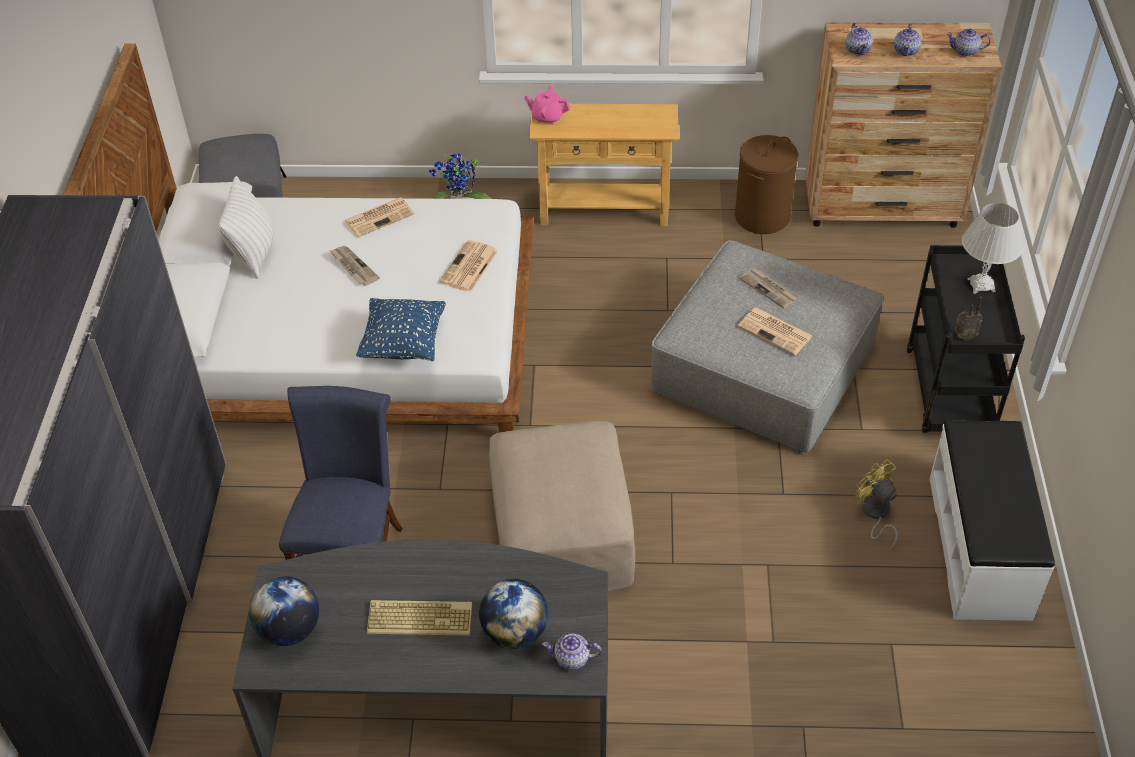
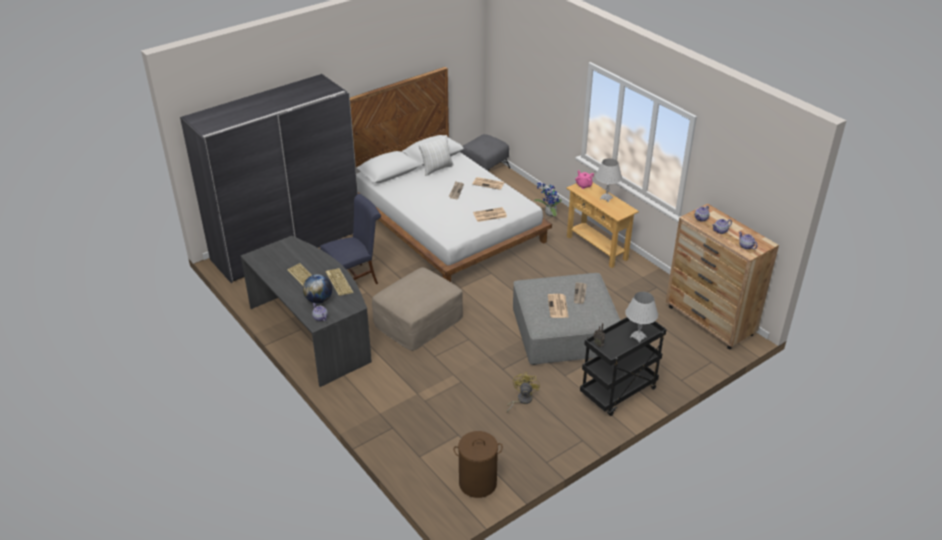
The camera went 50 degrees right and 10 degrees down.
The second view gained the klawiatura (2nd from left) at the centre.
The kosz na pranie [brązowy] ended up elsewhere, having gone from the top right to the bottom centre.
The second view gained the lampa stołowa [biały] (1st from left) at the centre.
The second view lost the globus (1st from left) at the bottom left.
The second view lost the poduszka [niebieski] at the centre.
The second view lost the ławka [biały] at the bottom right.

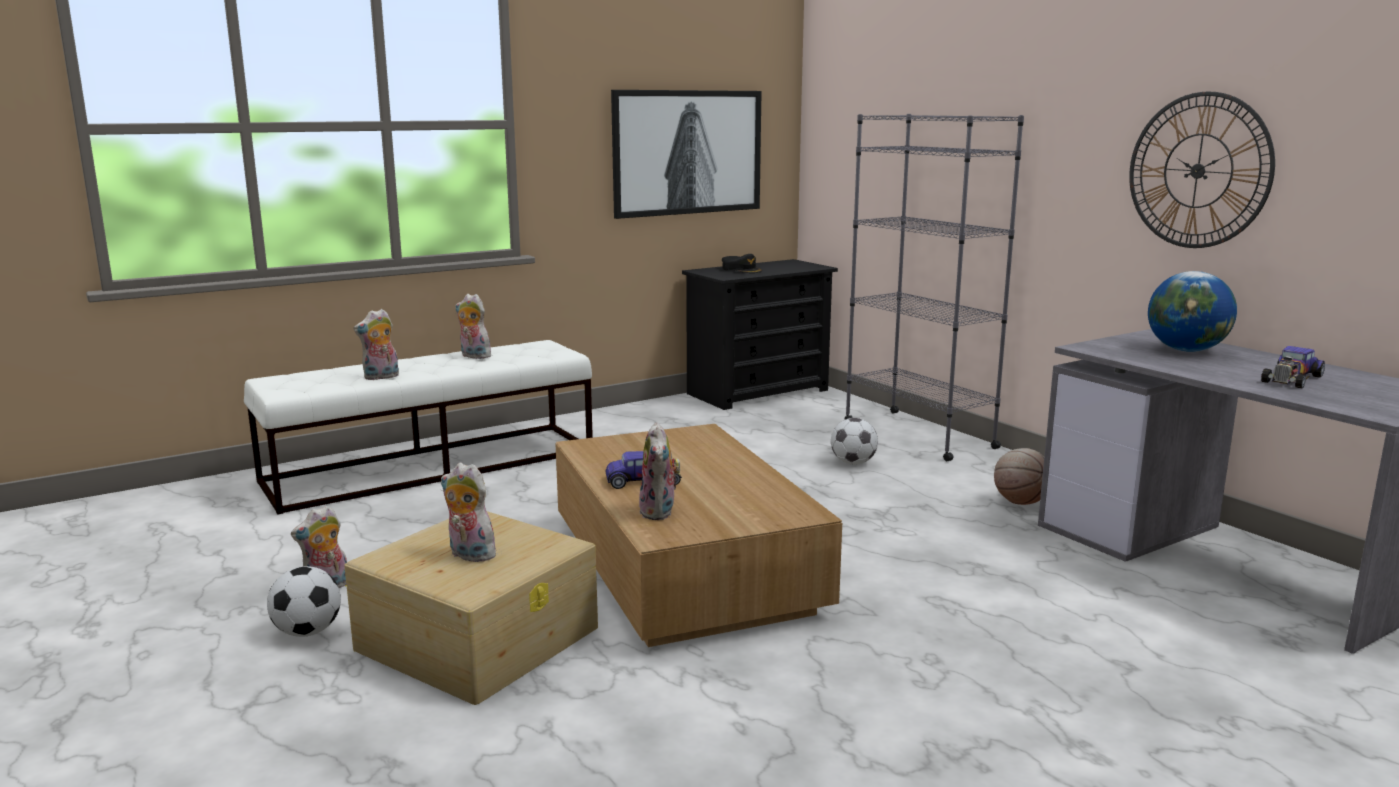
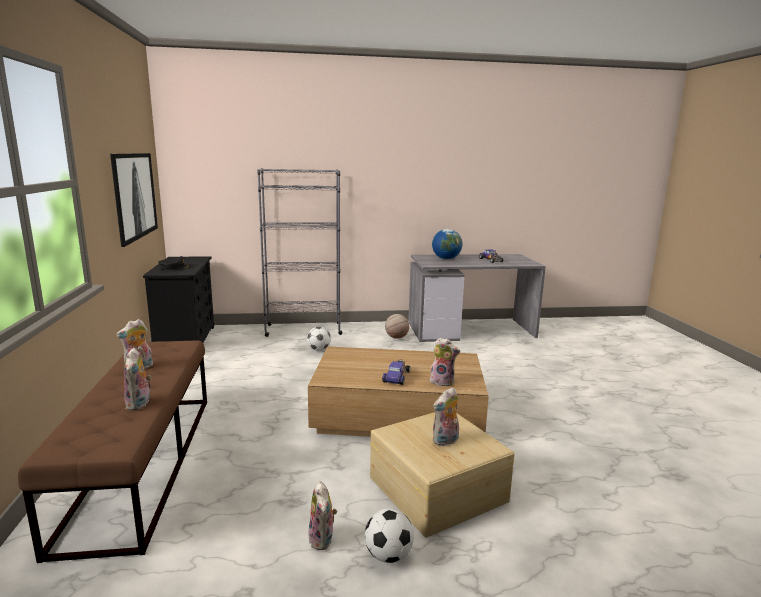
The camera went 65 degrees left and 0 degrees up.
What was the ławka [biały] at the middle left turned into the ławka [brązowy] at the bottom left.
The second view lost the zegar ścienny at the top right.

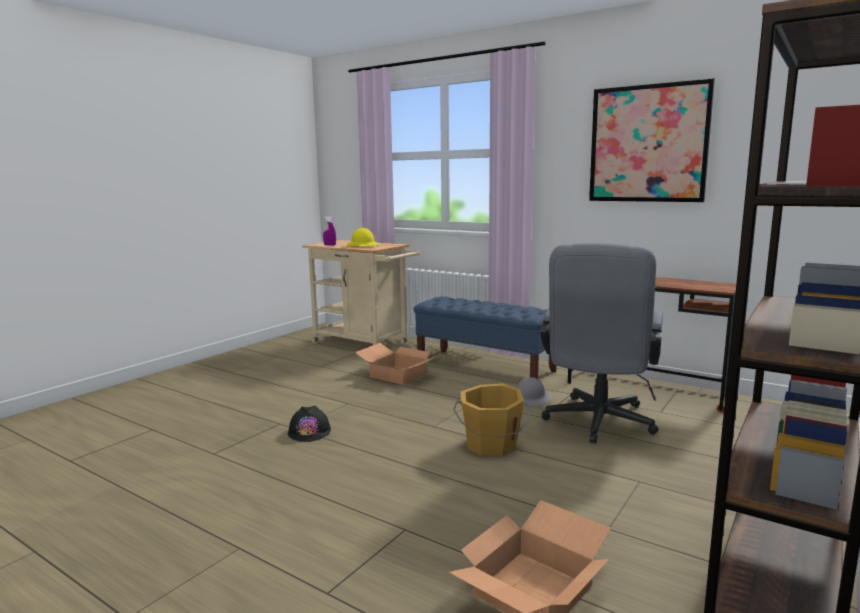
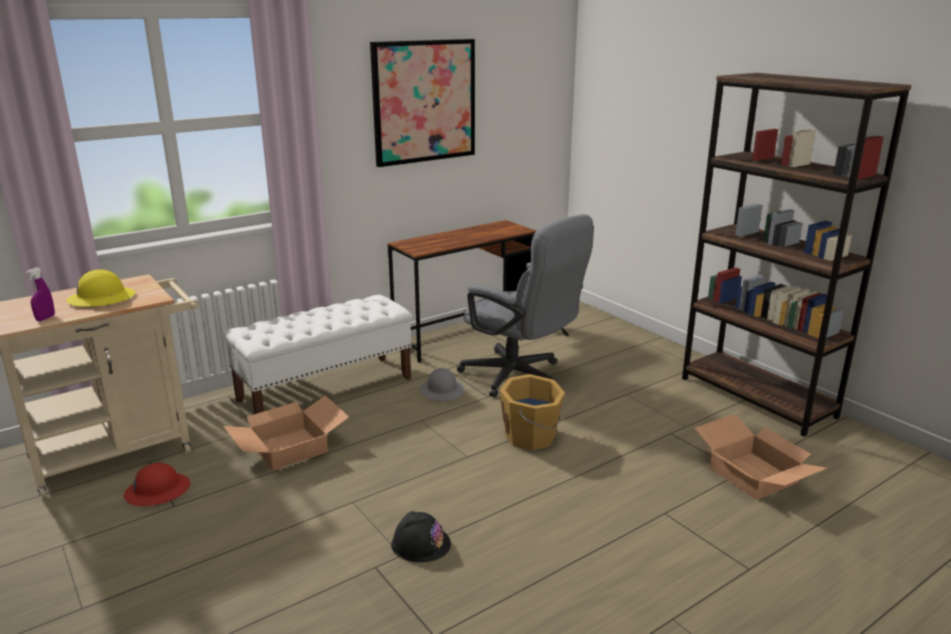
The camera went 70 degrees left and 10 degrees up.
The second view gained the kask [czerwony] at the bottom left.
What was the ławka [niebieski] at the centre turned into the ławka [biały] at the centre.

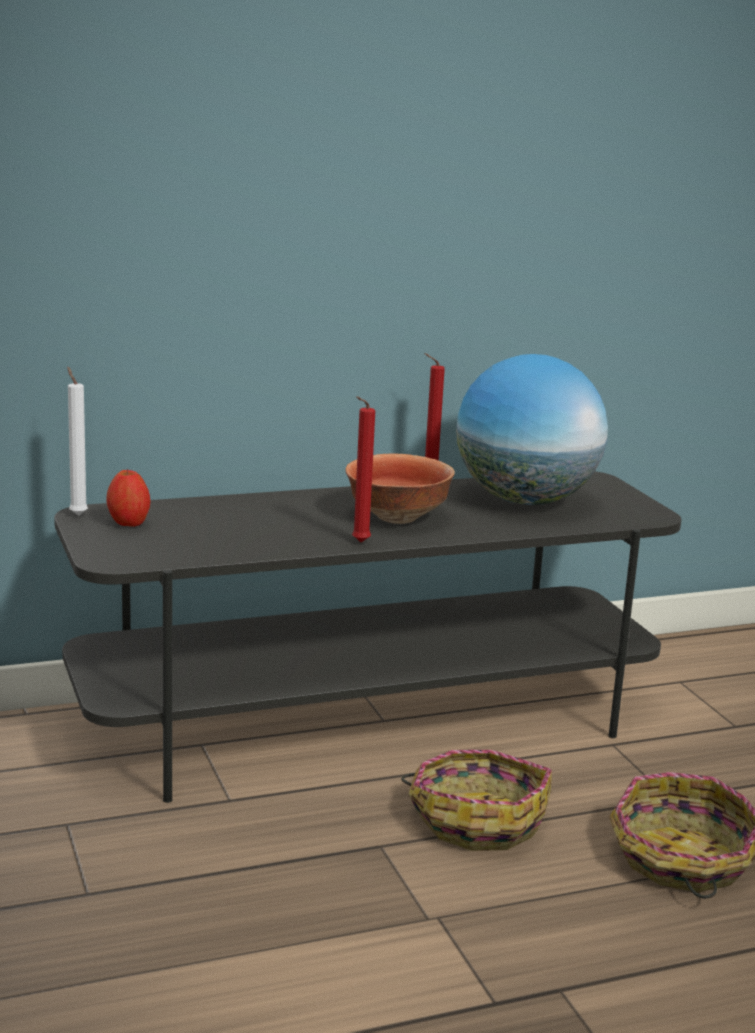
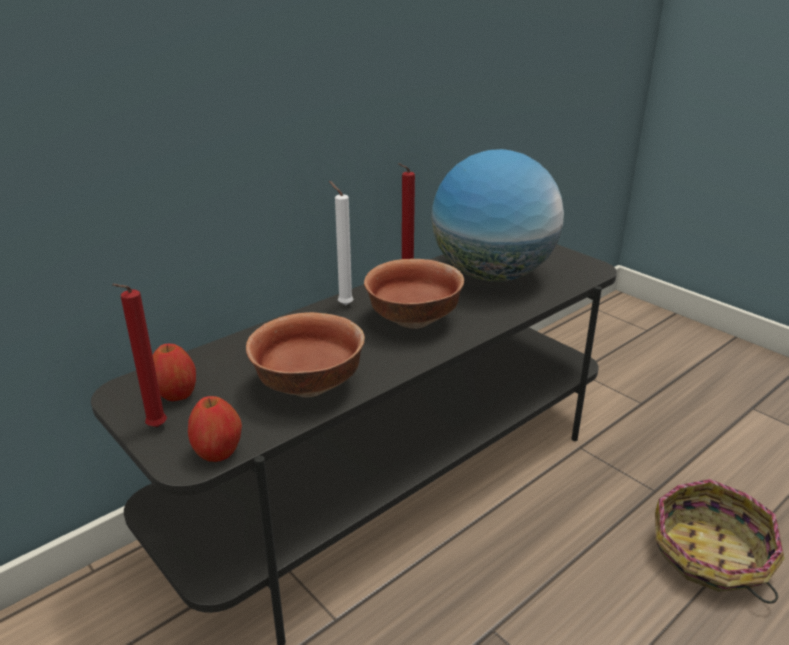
The camera went 20 degrees left and 10 degrees up.
The świeca [czerwony] (1st from left) ended up elsewhere, having gone from the centre to the middle left.
The second view gained the jabłko (2nd from left) at the middle left.
The second view gained the miska (1st from left) at the centre.
The świeca [biały] ended up elsewhere, having gone from the middle left to the centre.
The second view lost the koszyk (1st from left) at the bottom centre.

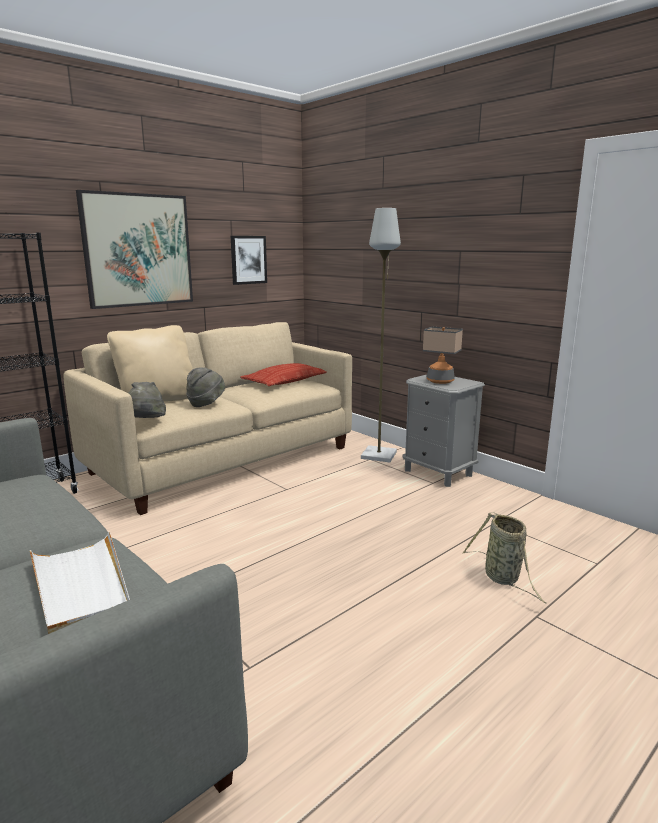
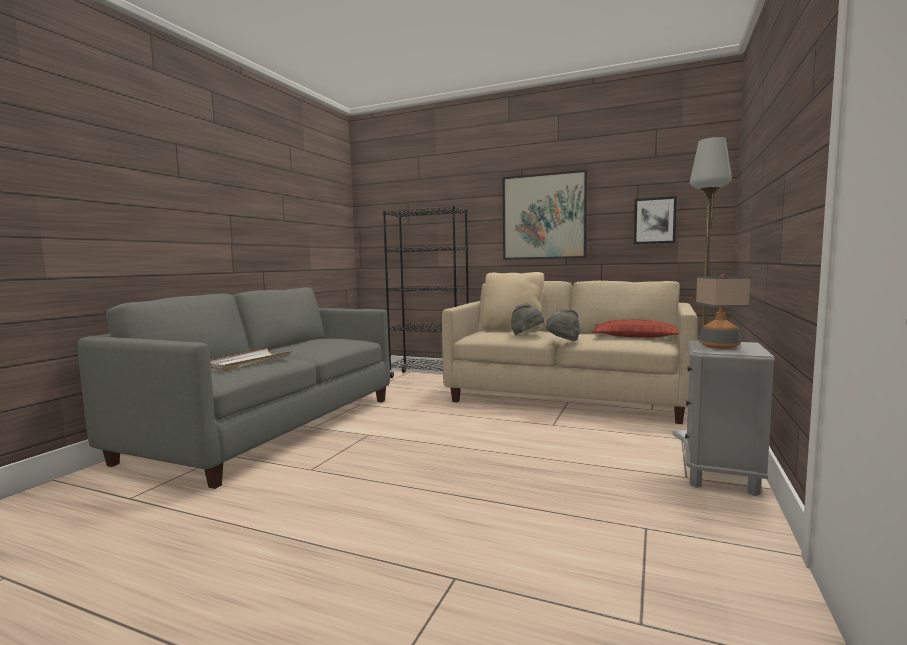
The camera went 65 degrees right and 10 degrees down.
The kapelusz [szary] (1st from left in the first image) ended up elsewhere, having gone from the middle left to the centre.
The second view lost the koszyk at the bottom right.

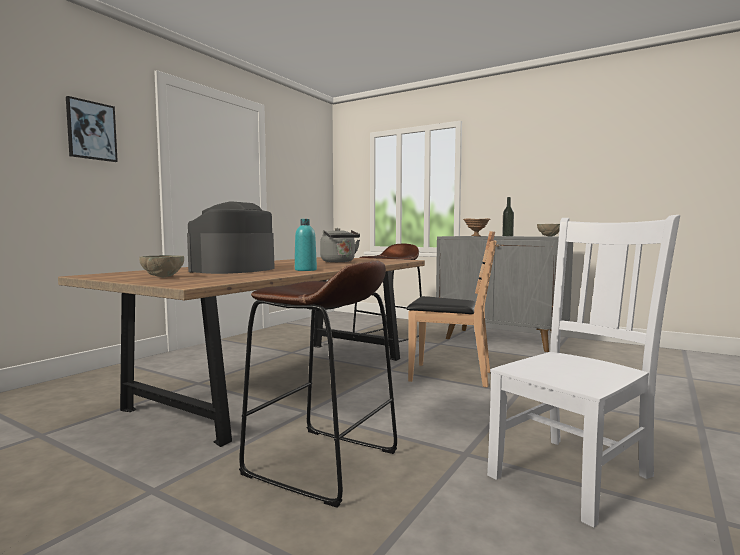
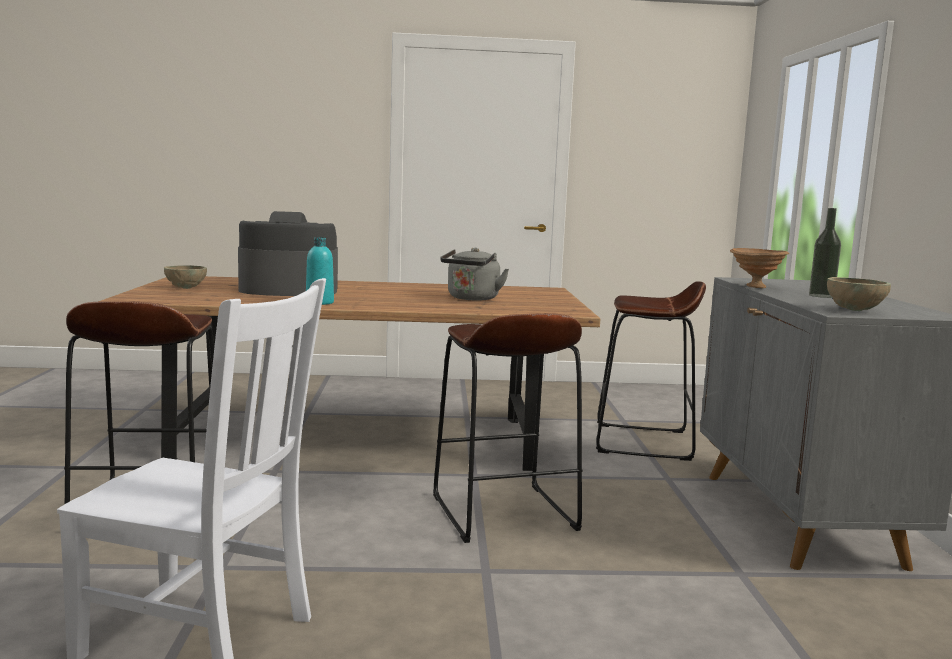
The camera went 55 degrees right and 5 degrees up.
Where the krzesło [brązowy] stood at the centre, the stołek [brązowy] (2nd from left) came to stand at the centre.
The second view lost the obraz at the top left.

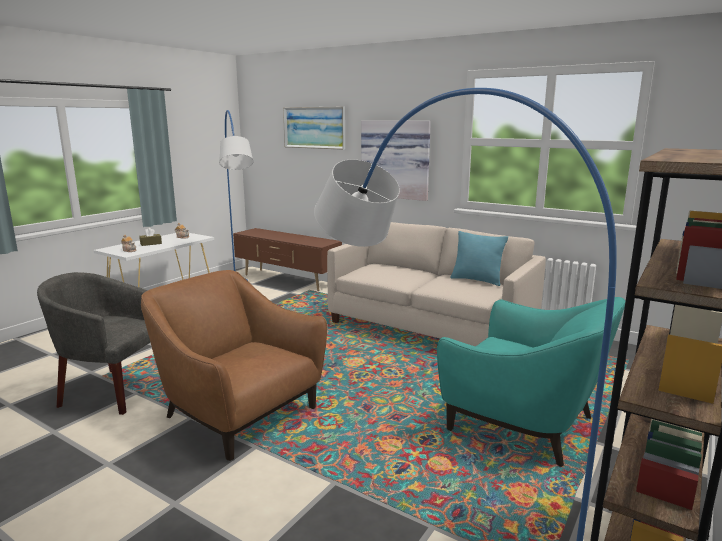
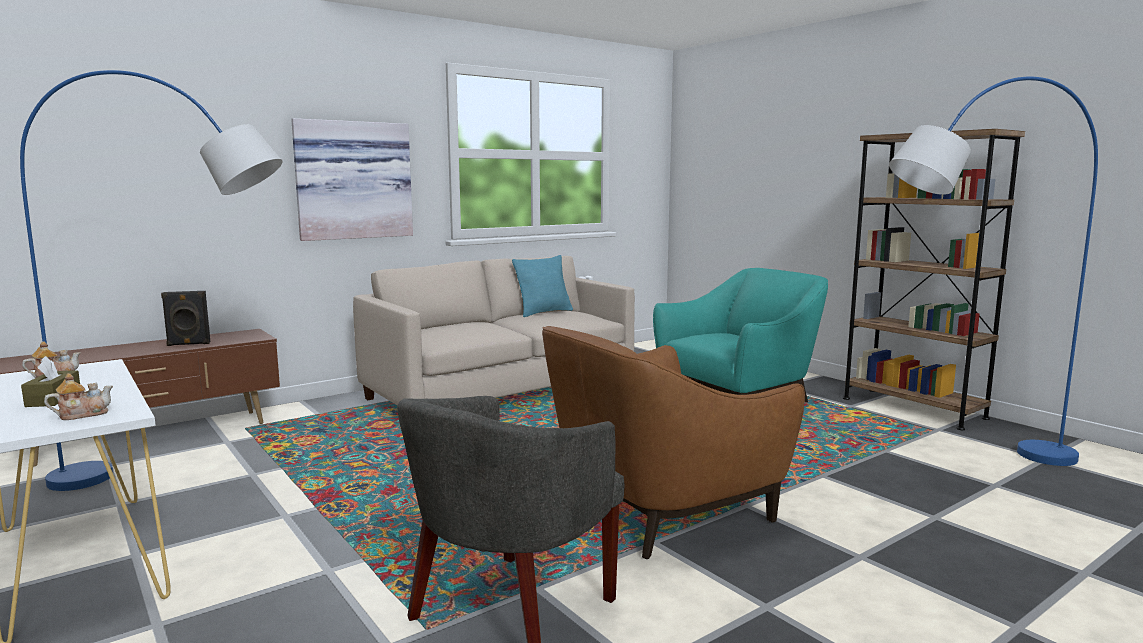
The camera went 70 degrees left and 5 degrees down.
The second view gained the głośnik [czarny] at the middle left.
The second view lost the obraz (1st from left) at the top centre.

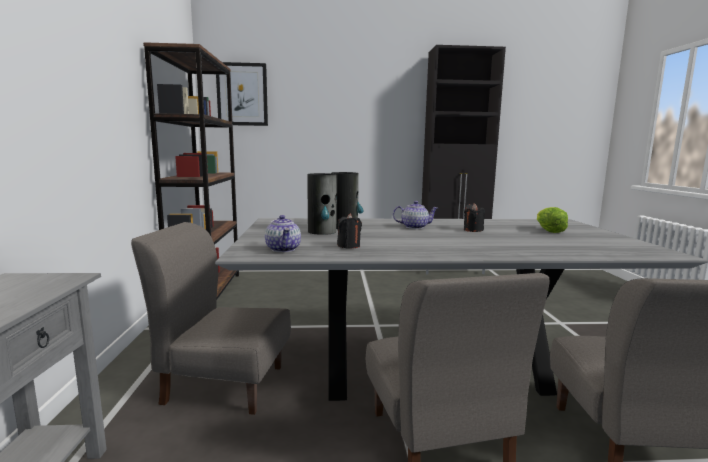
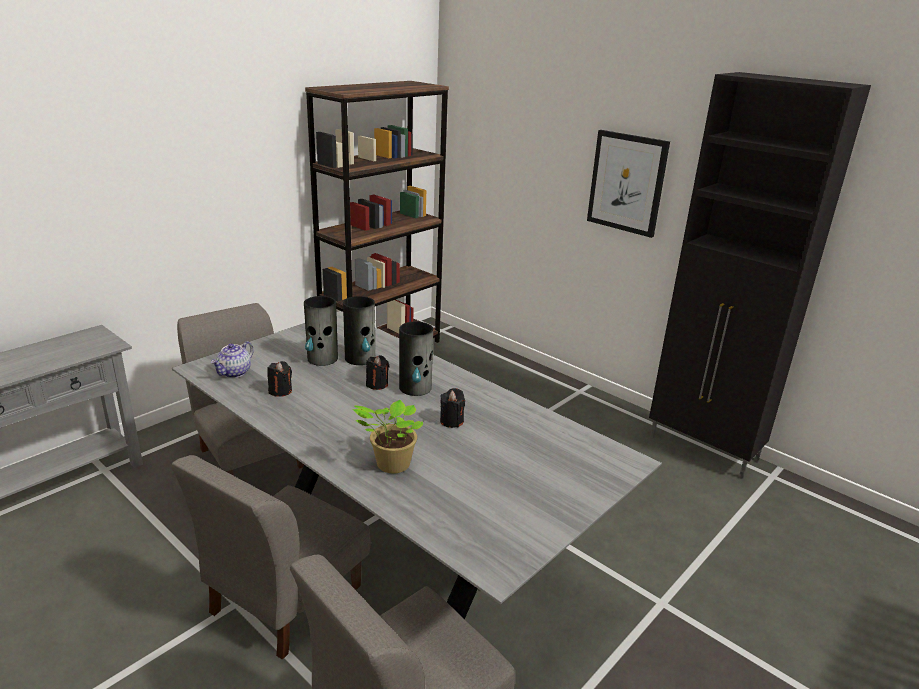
The camera went 45 degrees right and 15 degrees up.
The second view gained the roślina doniczkowa at the centre.
The second view gained the świeca [czarny] (2nd from left) at the centre.
Where the imbryk (2nd from left) stood at the centre, the wazon (3rd from left) came to stand at the centre.
The obraz ended up elsewhere, having gone from the top centre to the top right.
The second view lost the sałata at the middle right.

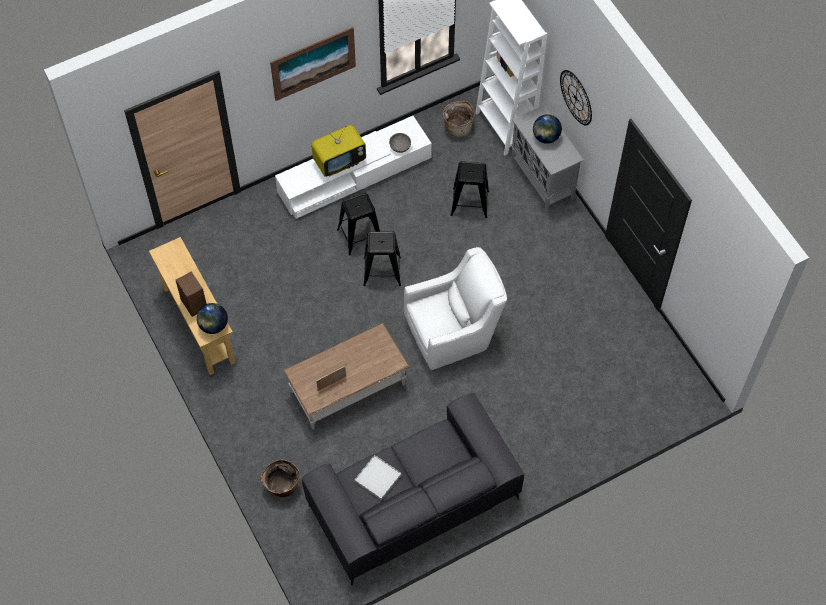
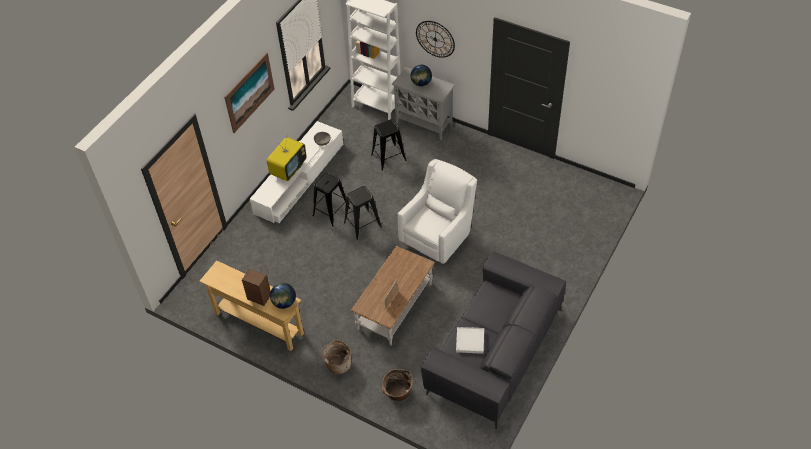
The camera went 30 degrees left and 10 degrees down.
The koszyk (2nd from left in the first image) ended up elsewhere, having gone from the top centre to the bottom centre.

